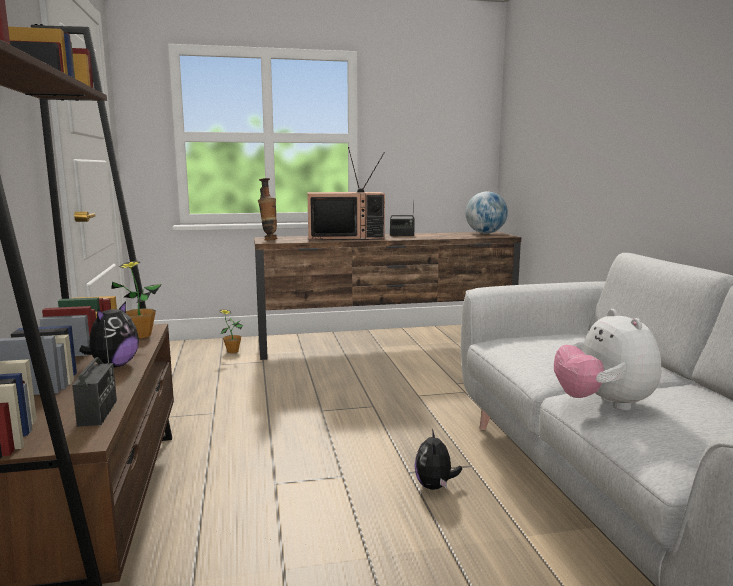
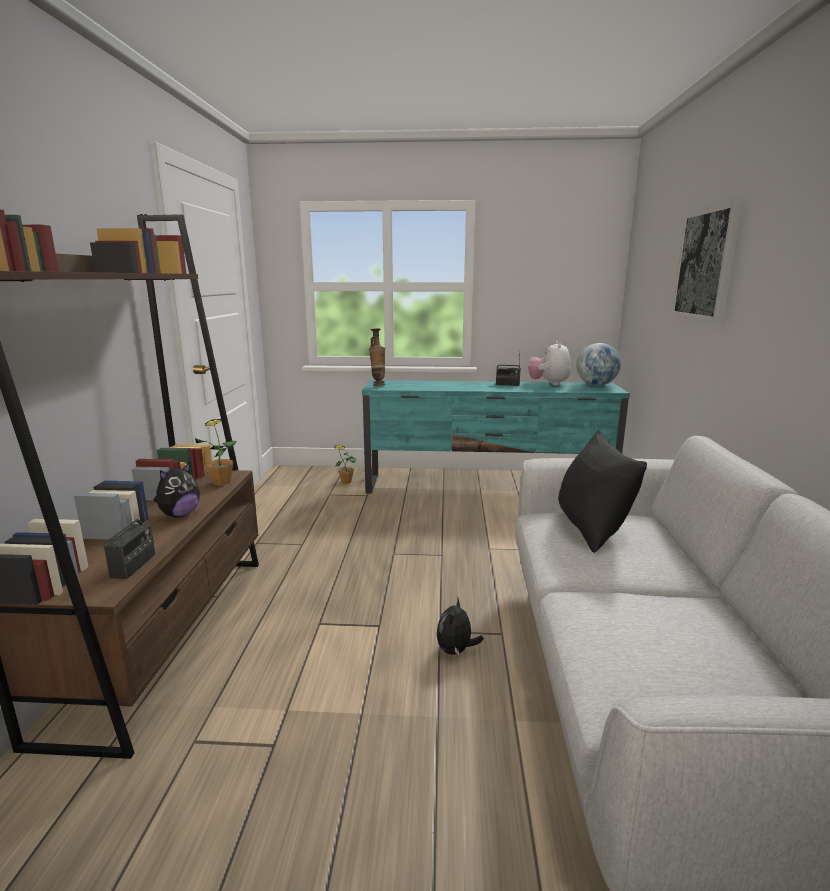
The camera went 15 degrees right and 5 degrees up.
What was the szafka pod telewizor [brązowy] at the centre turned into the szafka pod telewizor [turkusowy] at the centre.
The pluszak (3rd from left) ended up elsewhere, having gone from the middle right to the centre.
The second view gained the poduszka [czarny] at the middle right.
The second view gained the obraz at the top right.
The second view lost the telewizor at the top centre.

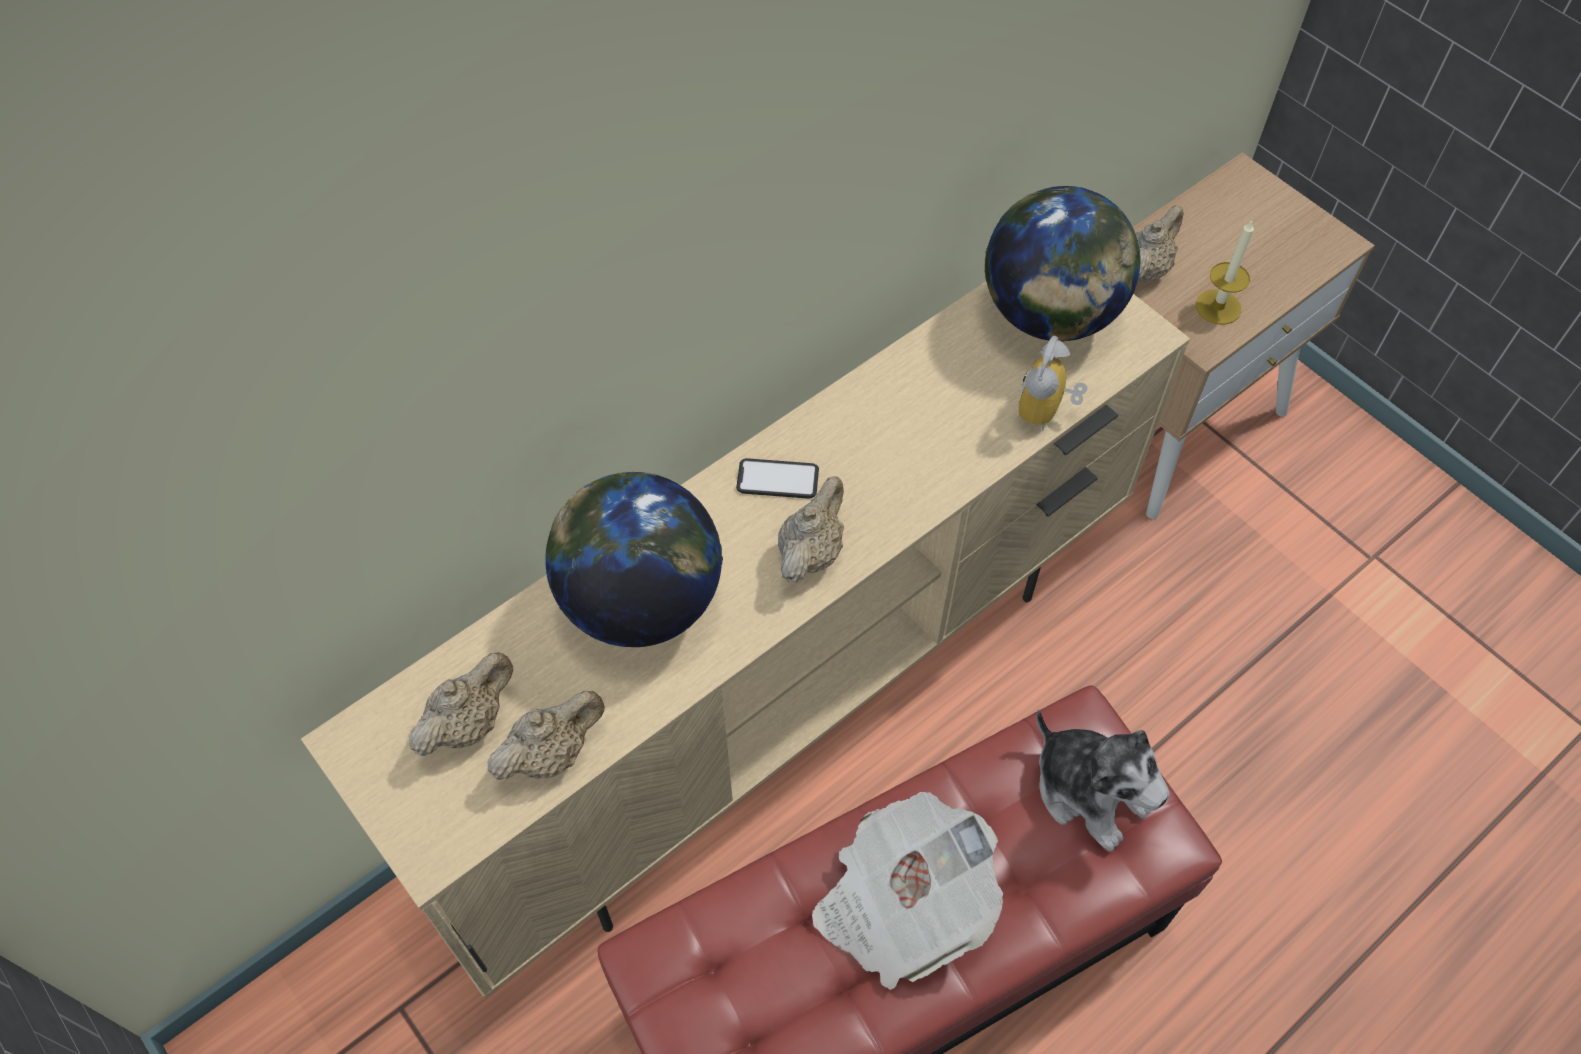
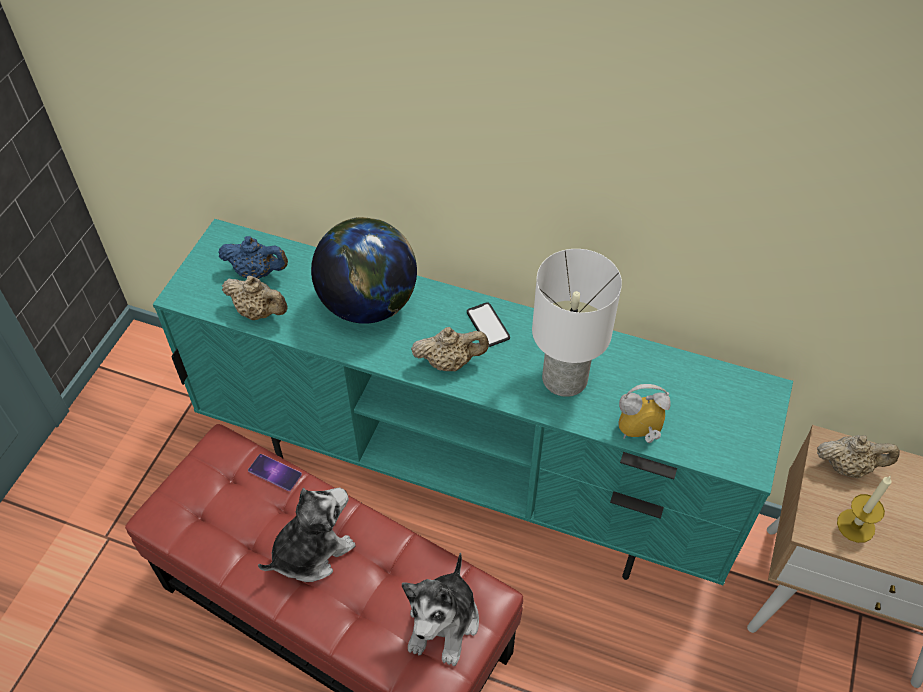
The camera went 60 degrees right and 5 degrees down.
What was the szafka pod telewizor [beżowy] at the centre turned into the szafka pod telewizor [turkusowy] at the centre.
What was the imbryk [beżowy] (1st from left) at the bottom left turned into the imbryk [niebieski] at the middle left.
The second view gained the telefon (1st from left) at the bottom left.
Where the gazeta stood at the bottom centre, the pluszak (1st from left) came to stand at the bottom left.
The second view gained the lampa stołowa [biały] at the centre.
The second view lost the globus (2nd from left) at the top right.

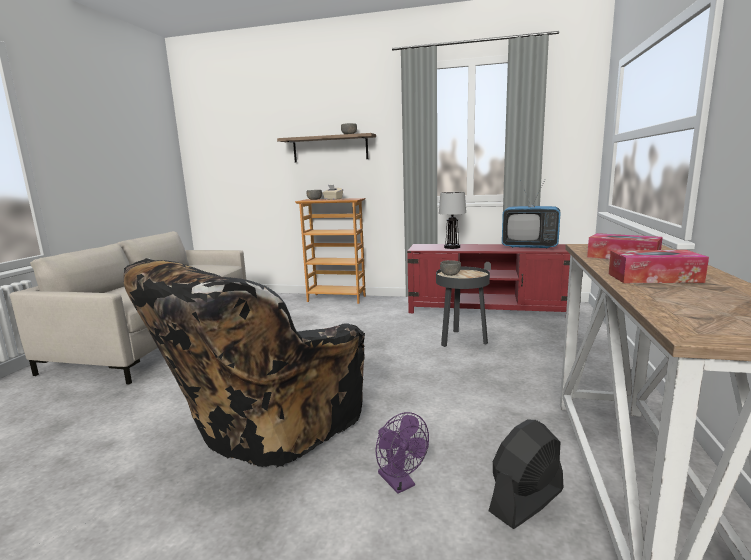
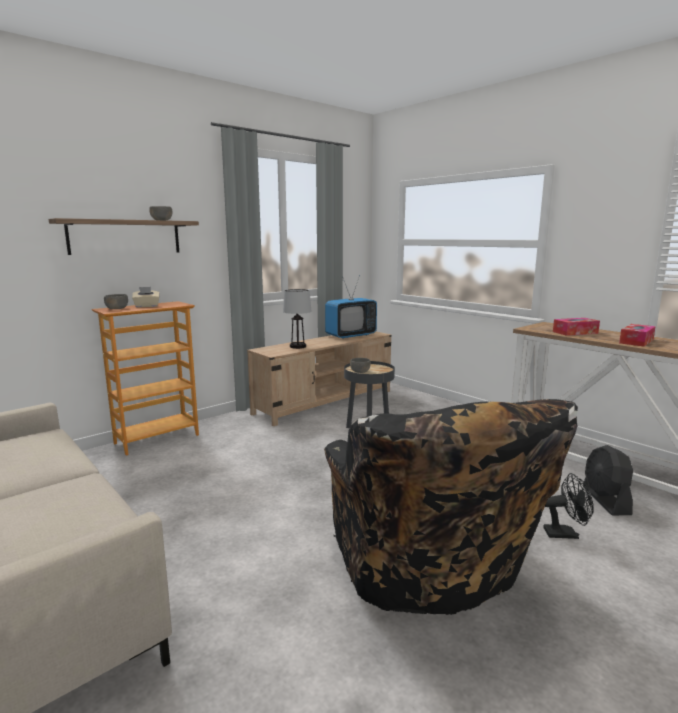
The camera went 55 degrees left and 0 degrees up.
What was the szafka pod telewizor [czerwony] at the centre turned into the szafka pod telewizor [beżowy] at the centre.
What was the wentylator [fioletowy] at the bottom centre turned into the wentylator [czarny] (1st from left) at the bottom right.

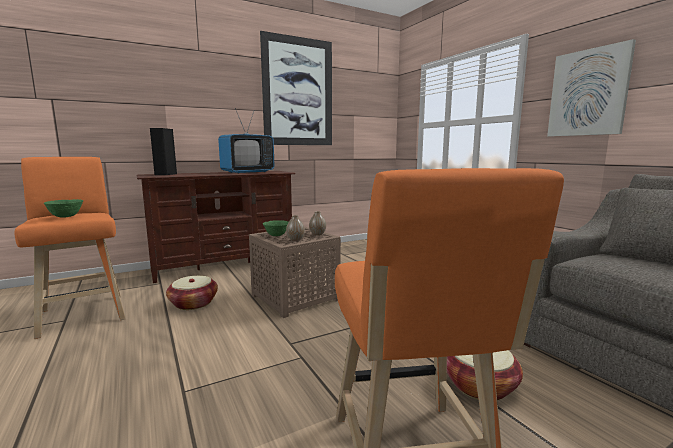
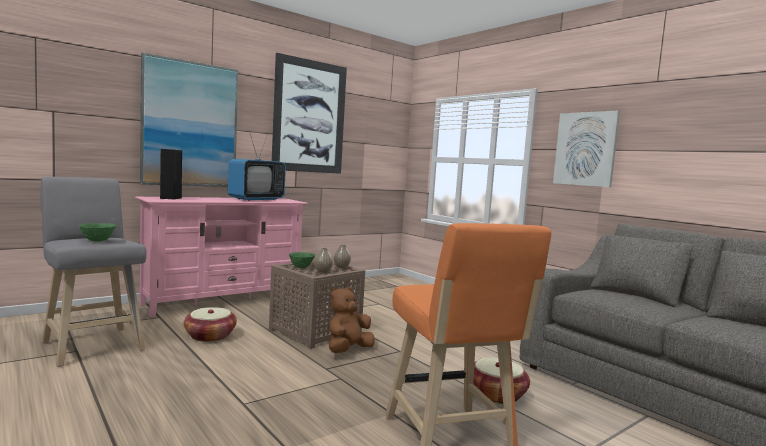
The camera went 10 degrees left and 5 degrees down.
What was the stołek [pomarańczowy] (1st from left) at the middle left turned into the stołek [szary] at the middle left.
What was the szafka pod telewizor [brązowy] at the middle left turned into the szafka pod telewizor [różowy] at the middle left.
The second view gained the obraz (1st from left) at the top left.
The second view gained the pluszak [brązowy] at the bottom centre.

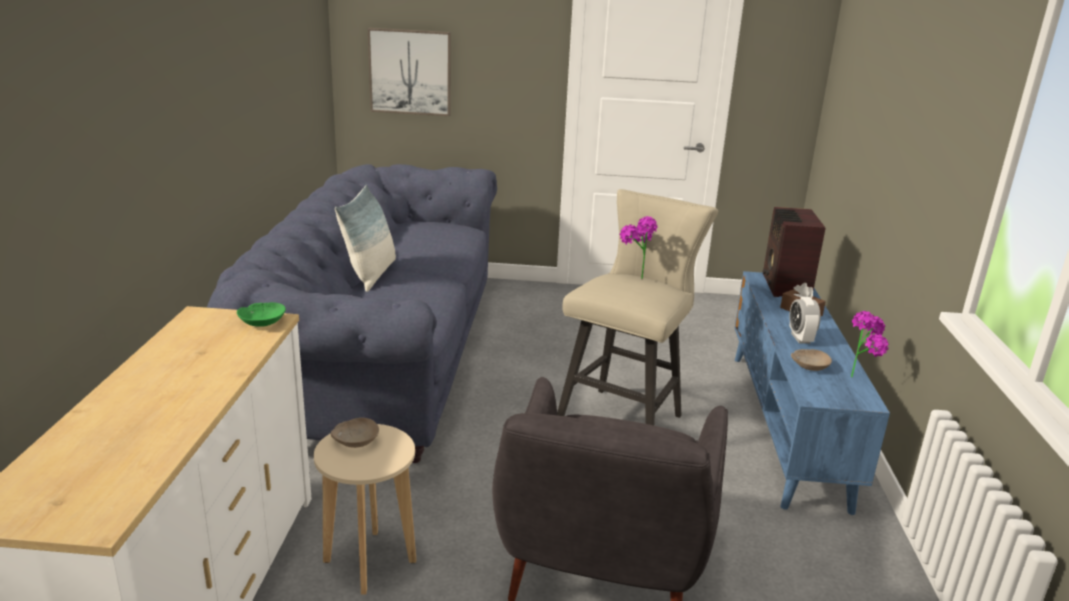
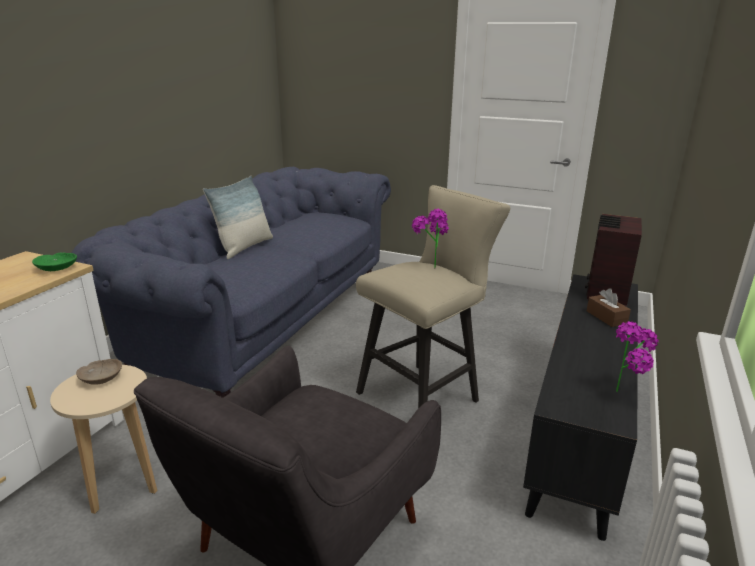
The camera went 20 degrees right and 0 degrees up.
What was the szafka pod telewizor [niebieski] at the middle right turned into the szafka pod telewizor [czarny] at the bottom right.
The second view lost the obraz at the top centre.
The second view lost the budzik at the middle right.
The second view lost the miska [beżowy] (2nd from left) at the middle right.

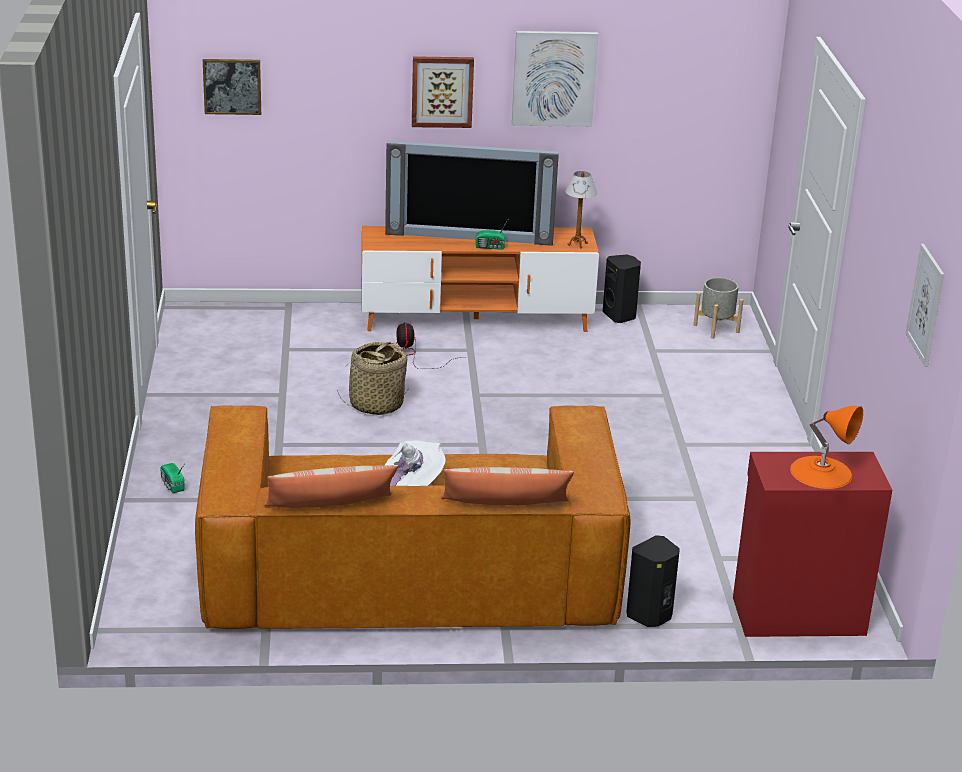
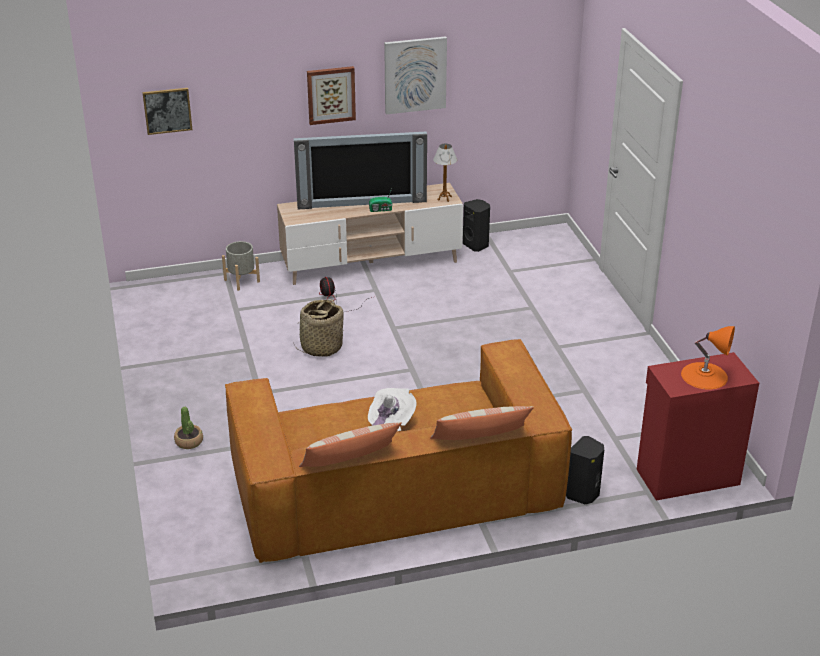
The camera went 10 degrees left and 5 degrees up.
Where the radio (1st from left) stood at the middle left, the roślina doniczkowa came to stand at the middle left.
The donica [szary] ended up elsewhere, having gone from the middle right to the middle left.
What was the szafka pod telewizor [pomarańczowy] at the centre turned into the szafka pod telewizor [beżowy] at the centre.
The second view lost the obraz (4th from left) at the middle right.

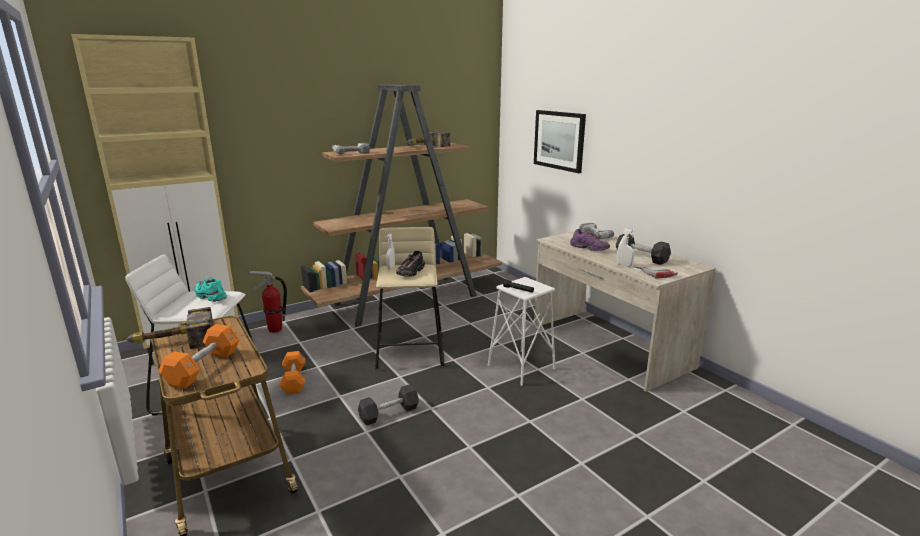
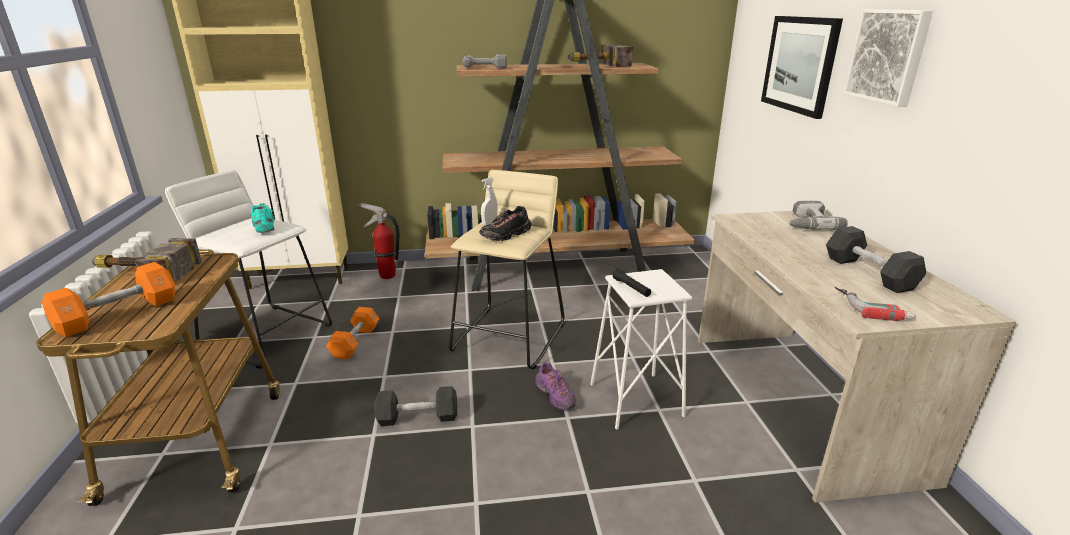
The camera went 25 degrees right and 5 degrees up.
The but [fioletowy] ended up elsewhere, having gone from the centre to the bottom centre.
The second view gained the obraz (2nd from left) at the top right.
The second view lost the spryskiwacz [biały] (2nd from left) at the middle right.

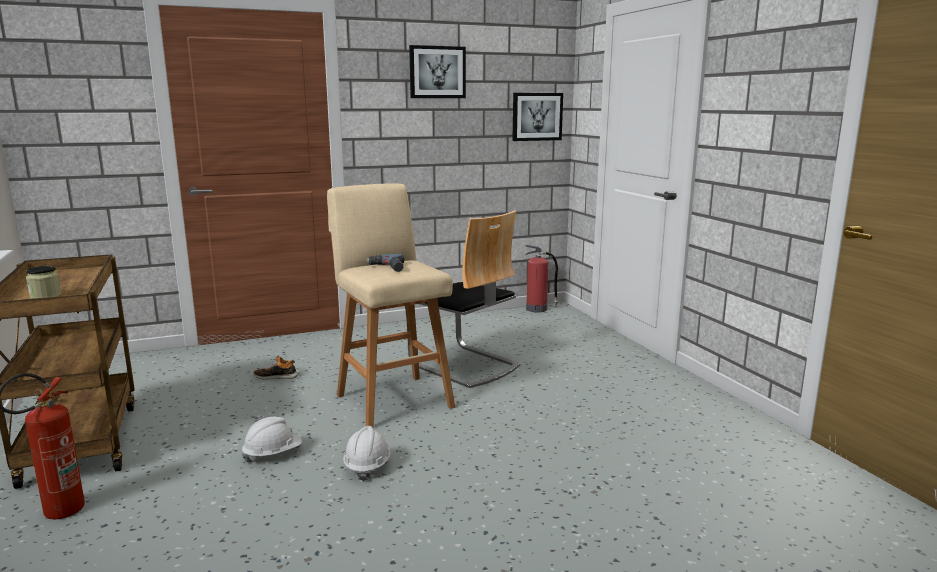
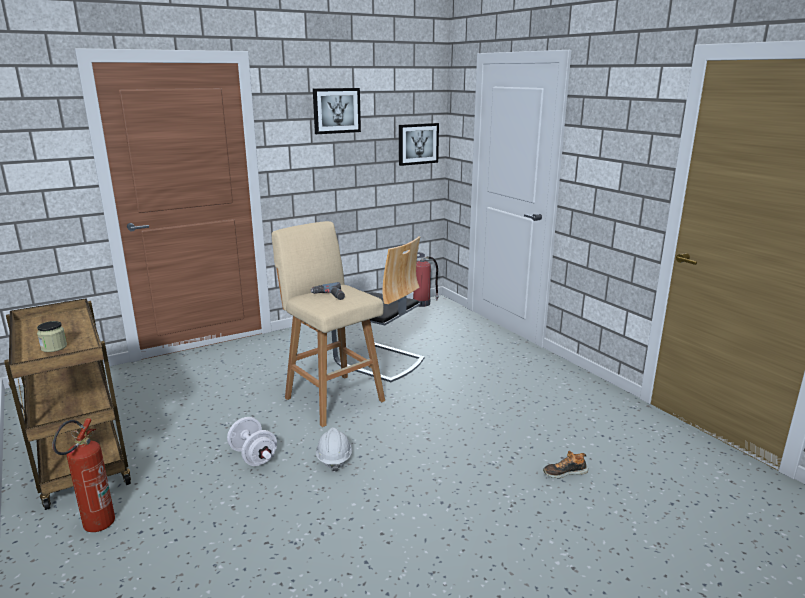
The camera went 10 degrees left and 5 degrees up.
Where the kask [biały] (1st from left) stood at the bottom left, the hantel [biały] came to stand at the bottom left.
The but ended up elsewhere, having gone from the middle left to the bottom right.

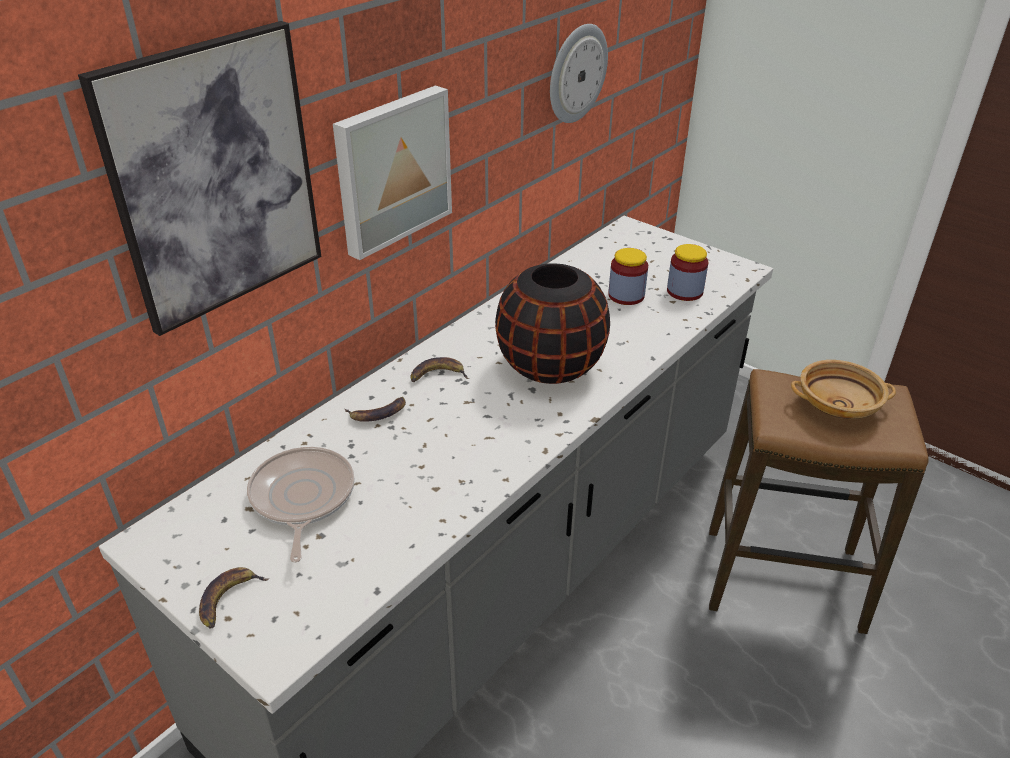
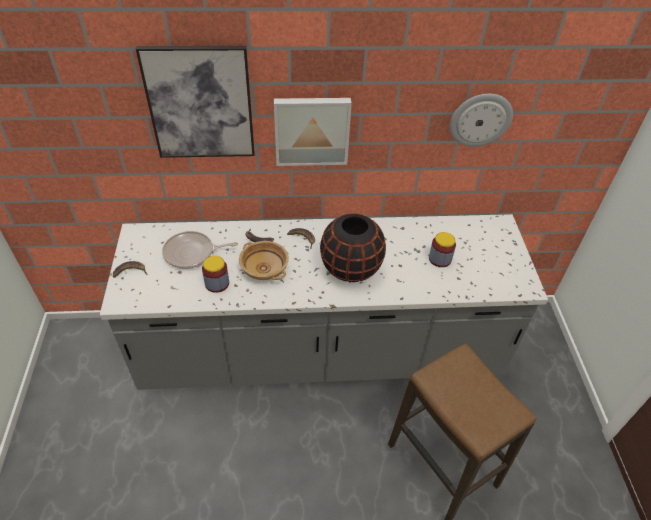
The camera went 45 degrees right and 10 degrees up.
The patelnia at the middle left ended up facing another way, 135 degrees counterclockwise from before.
The słoik (2nd from left in the first image) ended up elsewhere, having gone from the middle right to the middle left.
The miska [beżowy] ended up elsewhere, having gone from the middle right to the centre.

